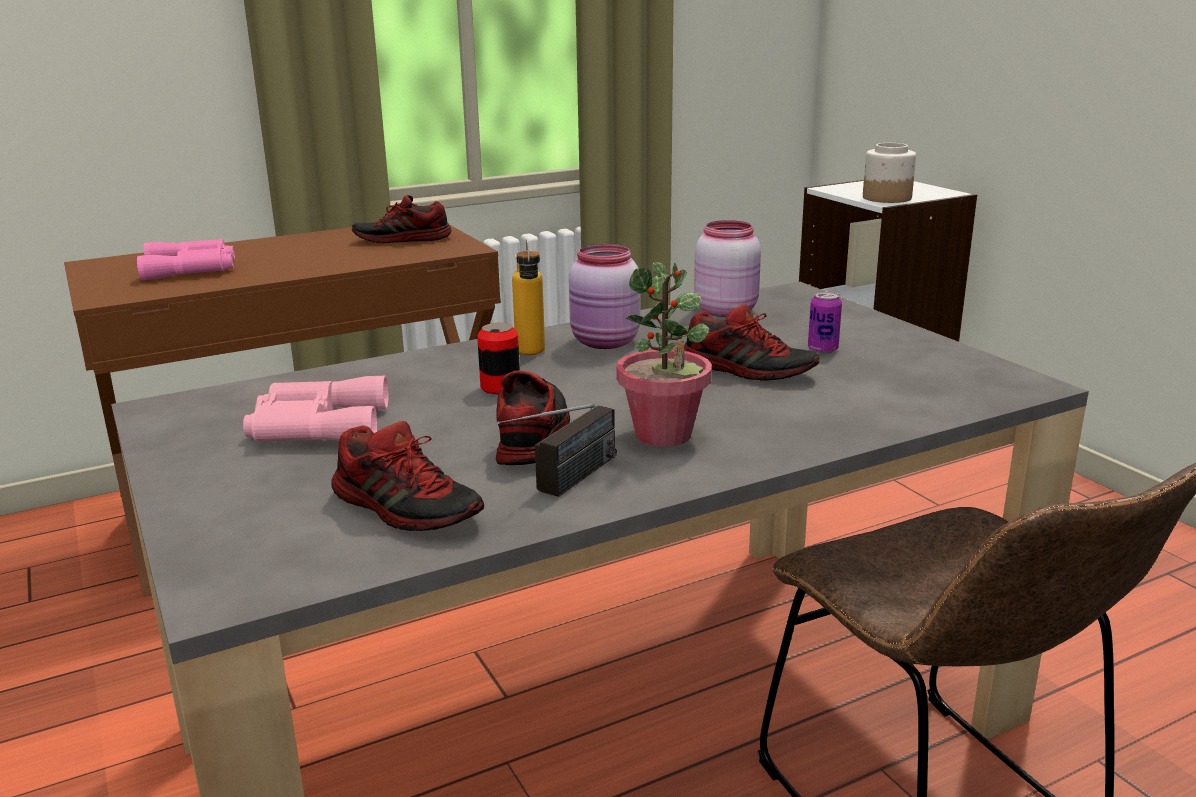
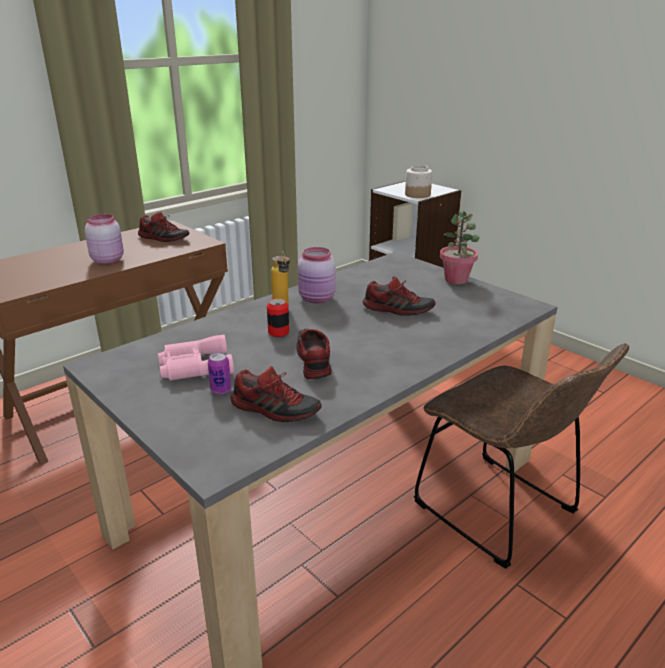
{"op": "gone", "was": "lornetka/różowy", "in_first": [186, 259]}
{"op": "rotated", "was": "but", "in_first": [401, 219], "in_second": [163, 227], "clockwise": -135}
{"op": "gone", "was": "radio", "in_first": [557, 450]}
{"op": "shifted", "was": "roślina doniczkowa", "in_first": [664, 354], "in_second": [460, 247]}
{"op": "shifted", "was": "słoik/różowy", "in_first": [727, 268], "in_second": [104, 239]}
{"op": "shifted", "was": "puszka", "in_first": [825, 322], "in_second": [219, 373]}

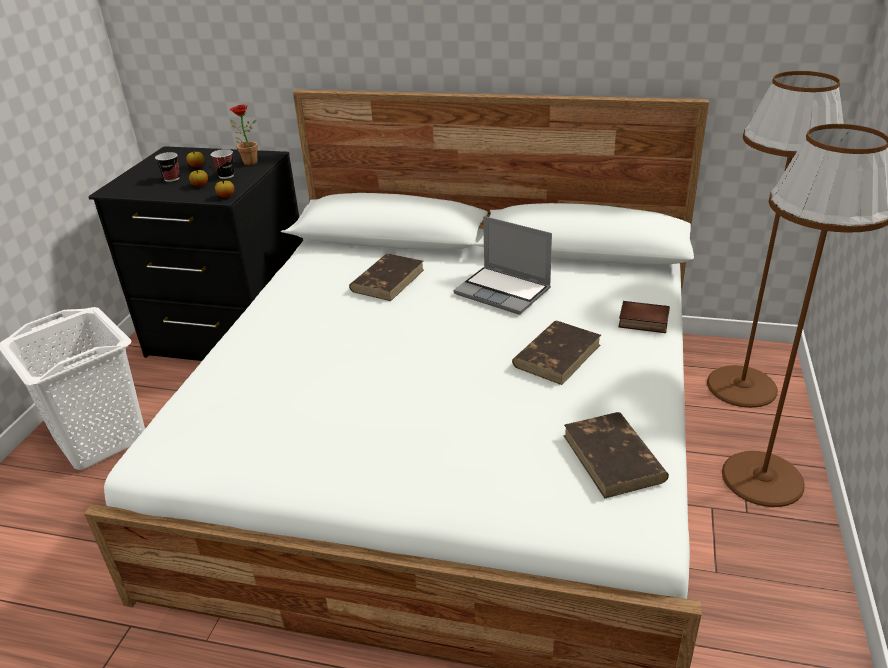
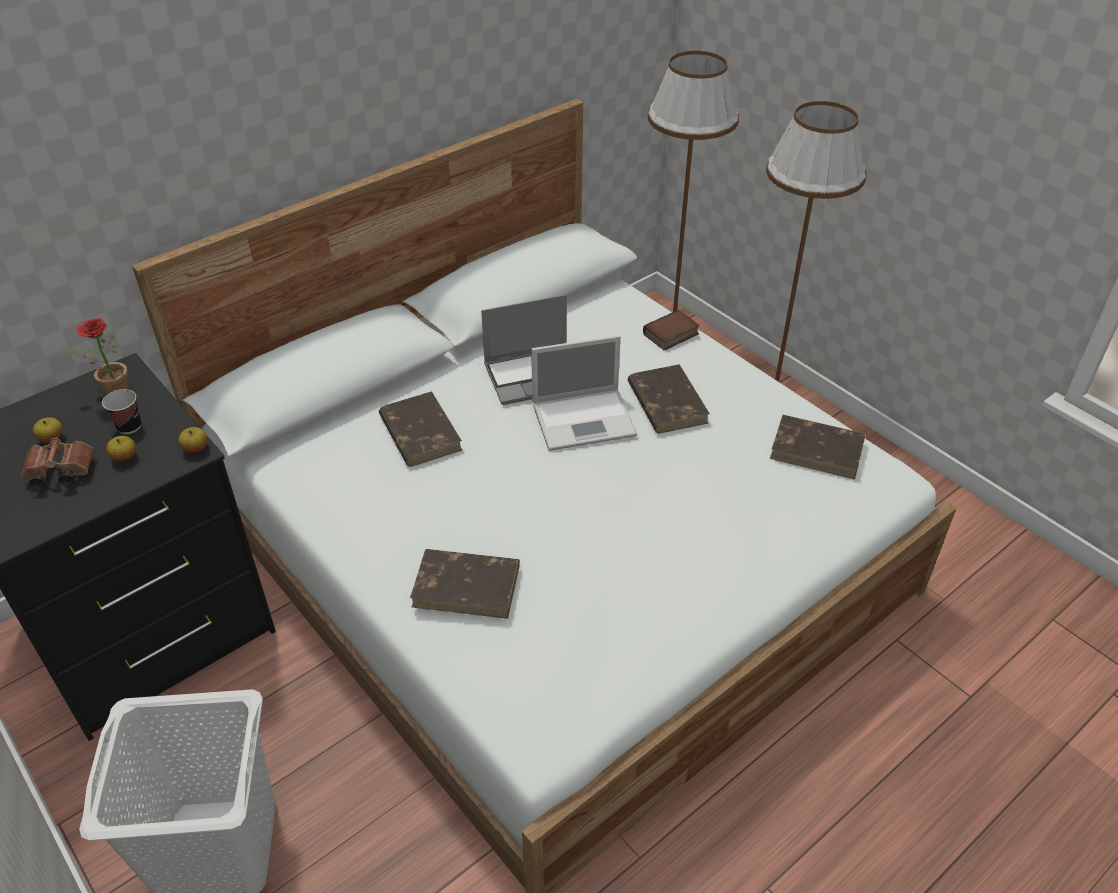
{"op": "swapped", "was": "filiżanka", "now": "lornetka/brązowy", "in_first": [167, 167], "in_second": [57, 463]}
{"op": "new", "now": "książka/brązowy", "in_second": [465, 584]}
{"op": "new", "now": "laptop", "in_second": [584, 393]}

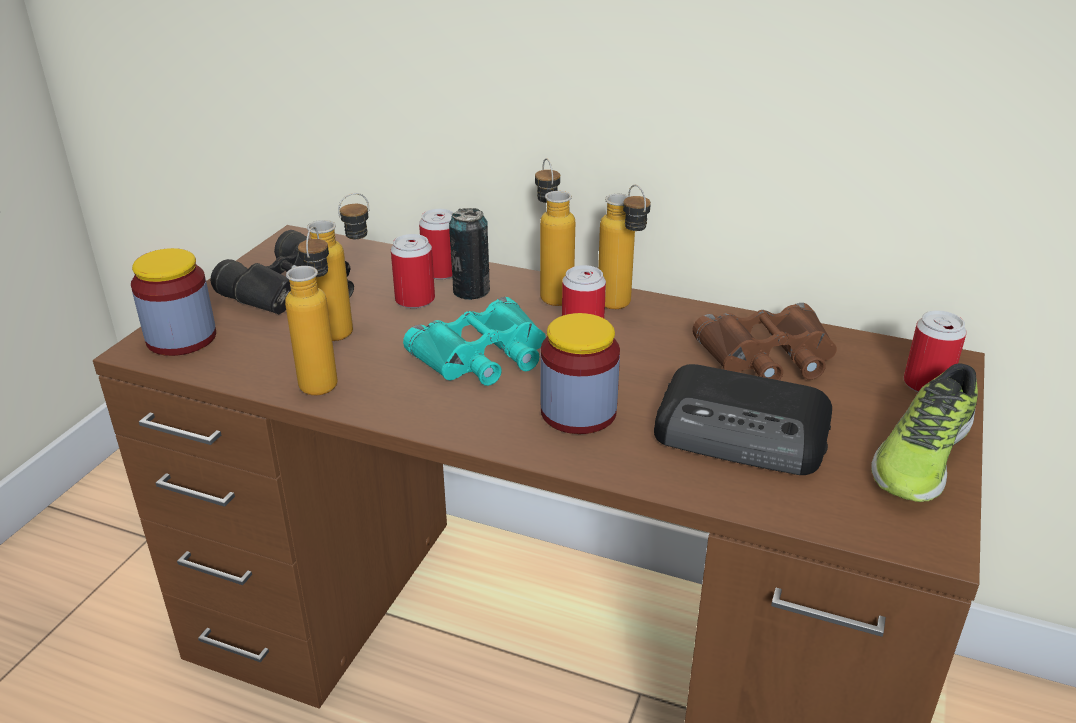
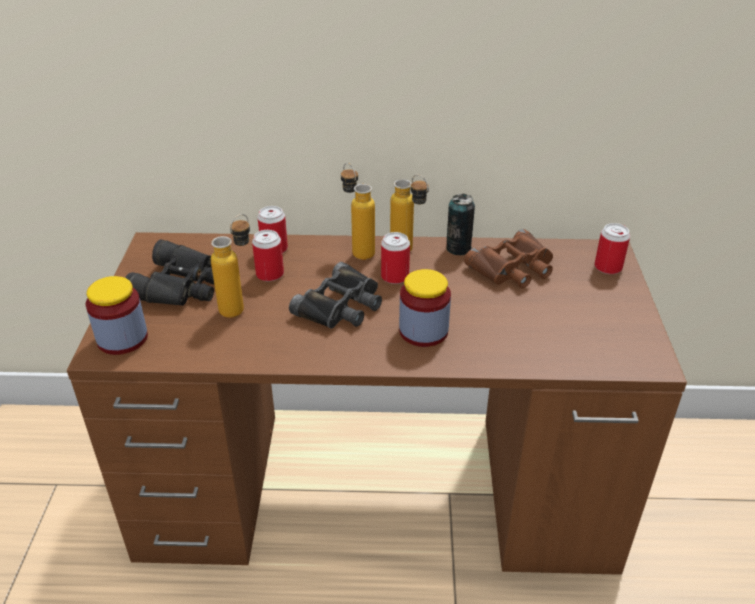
{"op": "gone", "was": "butelka", "in_first": [311, 311]}
{"op": "repainted", "was": "lornetka/turkusowy", "now": "lornetka/czarny", "in_first": [474, 341], "in_second": [335, 295]}
{"op": "shifted", "was": "puszka", "in_first": [469, 254], "in_second": [460, 224]}
{"op": "gone", "was": "radio", "in_first": [743, 419]}
{"op": "gone", "was": "but", "in_first": [924, 433]}

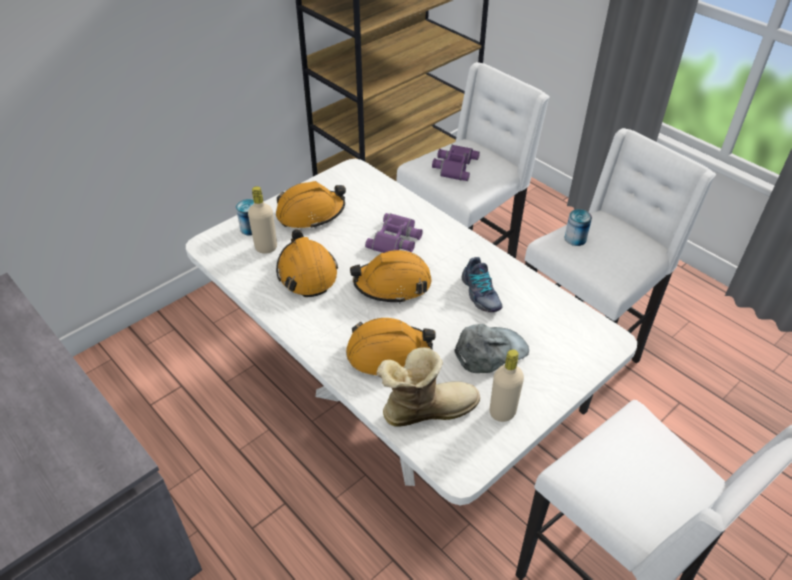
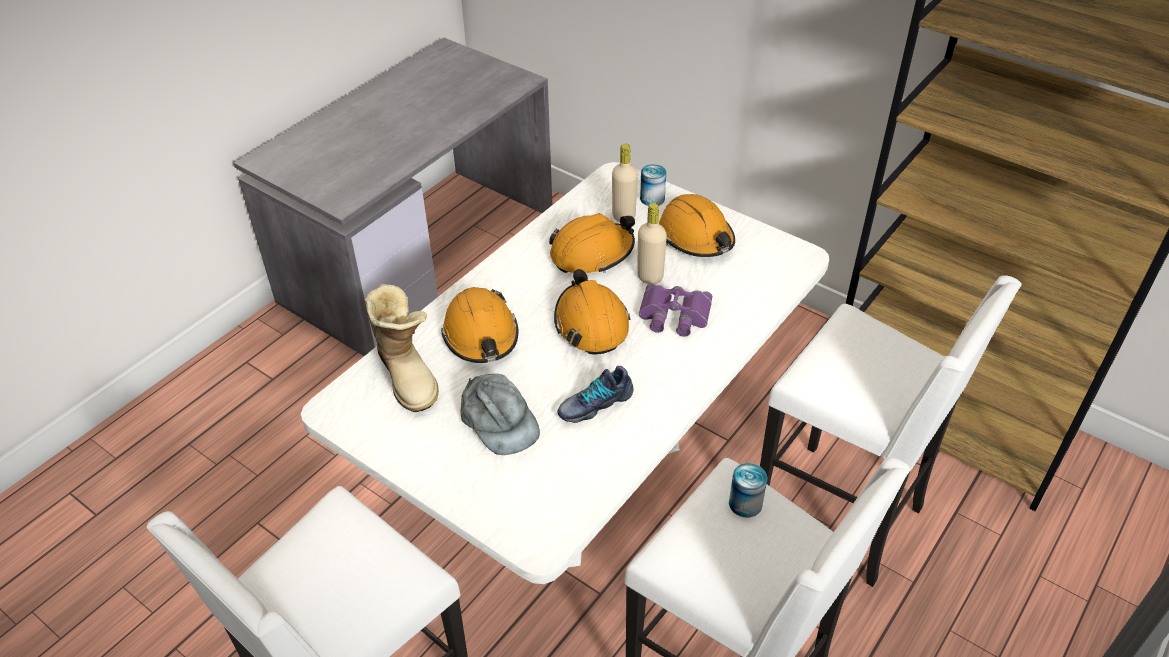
{"op": "gone", "was": "lornetka/fioletowy", "in_first": [456, 163]}
{"op": "shifted", "was": "butelka/beżowy", "in_first": [507, 385], "in_second": [652, 243]}

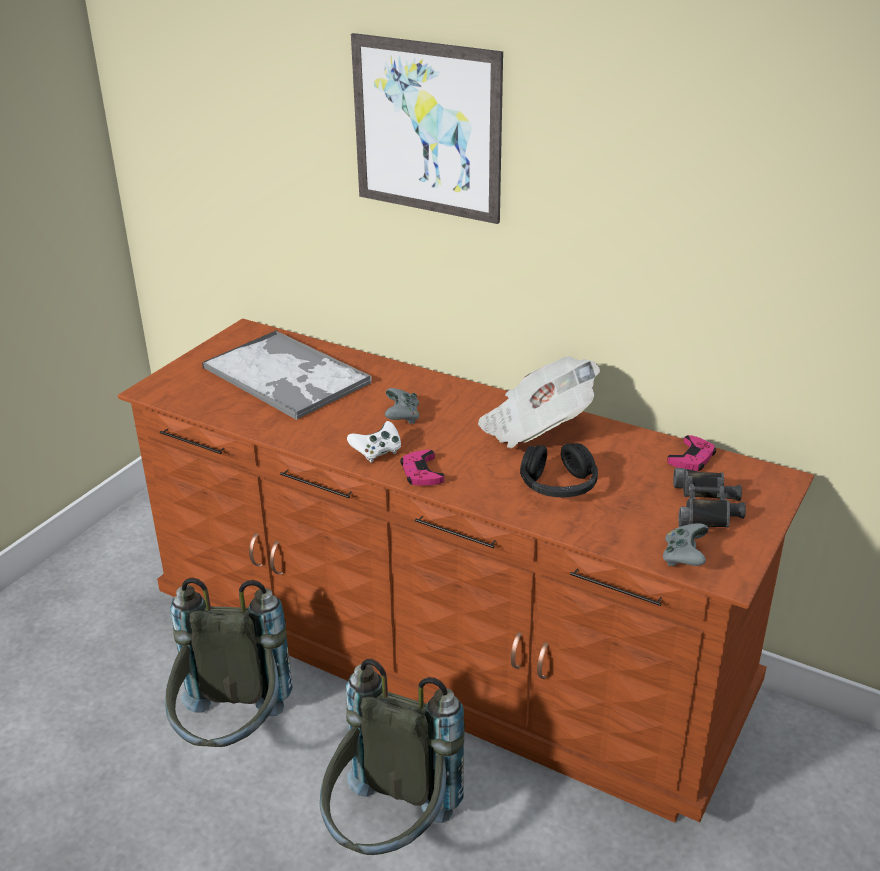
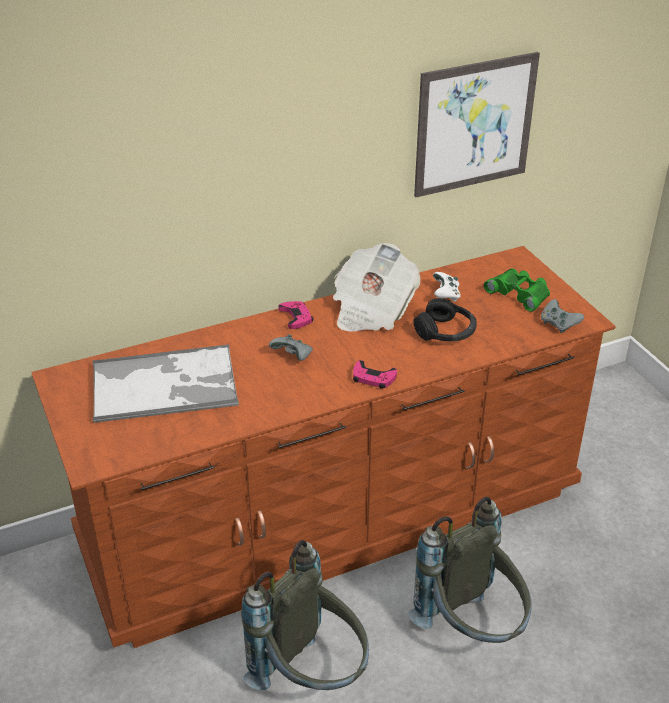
{"op": "shifted", "was": "pad do gier/biały", "in_first": [374, 442], "in_second": [446, 287]}
{"op": "shifted", "was": "obraz", "in_first": [427, 128], "in_second": [477, 124]}
{"op": "shifted", "was": "pad do gier/różowy", "in_first": [691, 453], "in_second": [296, 315]}
{"op": "repainted", "was": "lornetka/czarny", "now": "lornetka/zielony", "in_first": [709, 498], "in_second": [517, 290]}

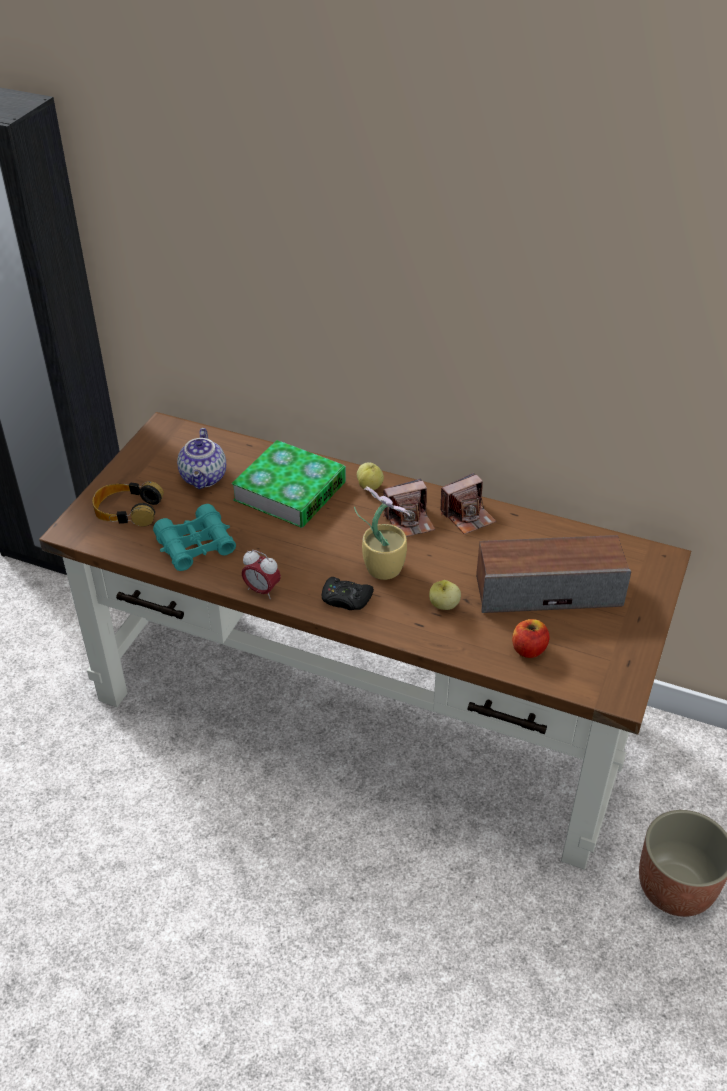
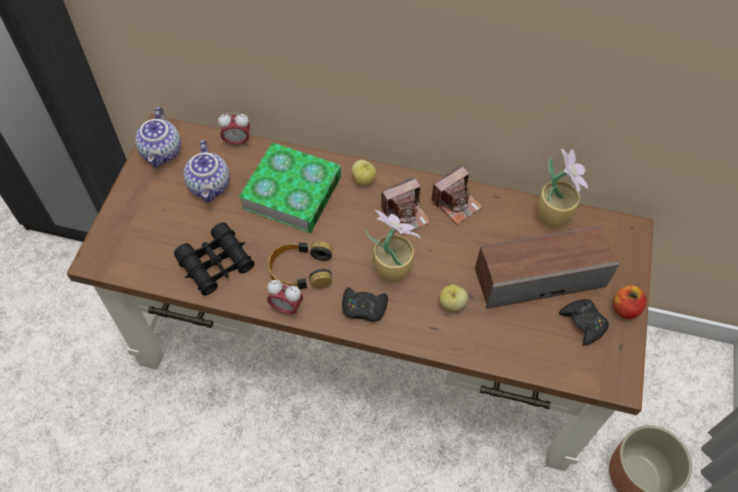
{"op": "shifted", "was": "słuchawki", "in_first": [128, 504], "in_second": [300, 265]}
{"op": "repainted", "was": "lornetka/turkusowy", "now": "lornetka/czarny", "in_first": [194, 537], "in_second": [214, 259]}
{"op": "shifted", "was": "jabłko", "in_first": [531, 638], "in_second": [630, 302]}
{"op": "new", "now": "imbryk", "in_second": [158, 137]}
{"op": "new", "now": "budzik", "in_second": [234, 129]}
{"op": "new", "now": "roślina doniczkowa", "in_second": [563, 188]}
{"op": "new", "now": "pad do gier/czarny", "in_second": [584, 322]}

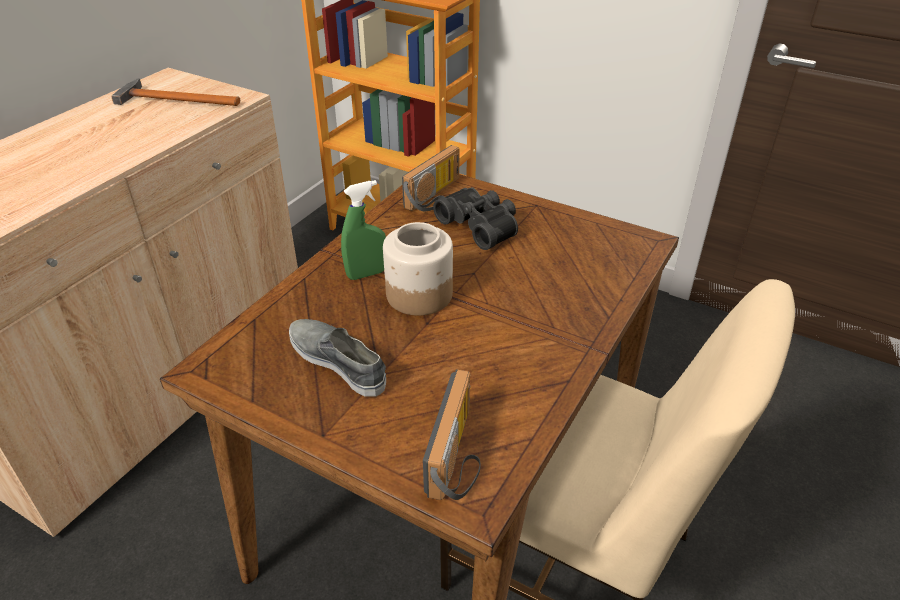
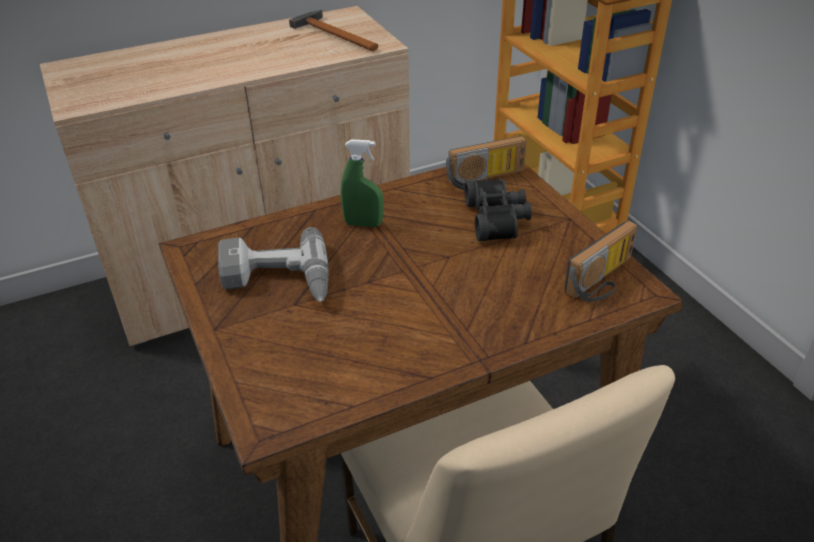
{"op": "swapped", "was": "but/szary", "now": "wiertarka", "in_first": [337, 358], "in_second": [273, 264]}
{"op": "gone", "was": "słoik", "in_first": [418, 269]}
{"op": "shifted", "was": "radio", "in_first": [452, 434], "in_second": [600, 261]}

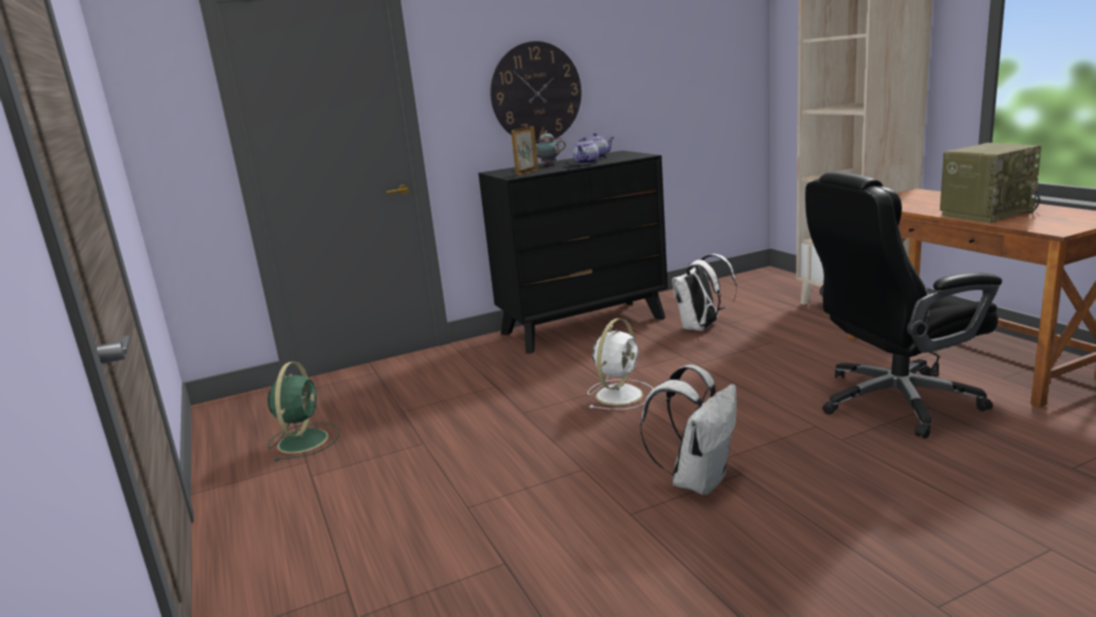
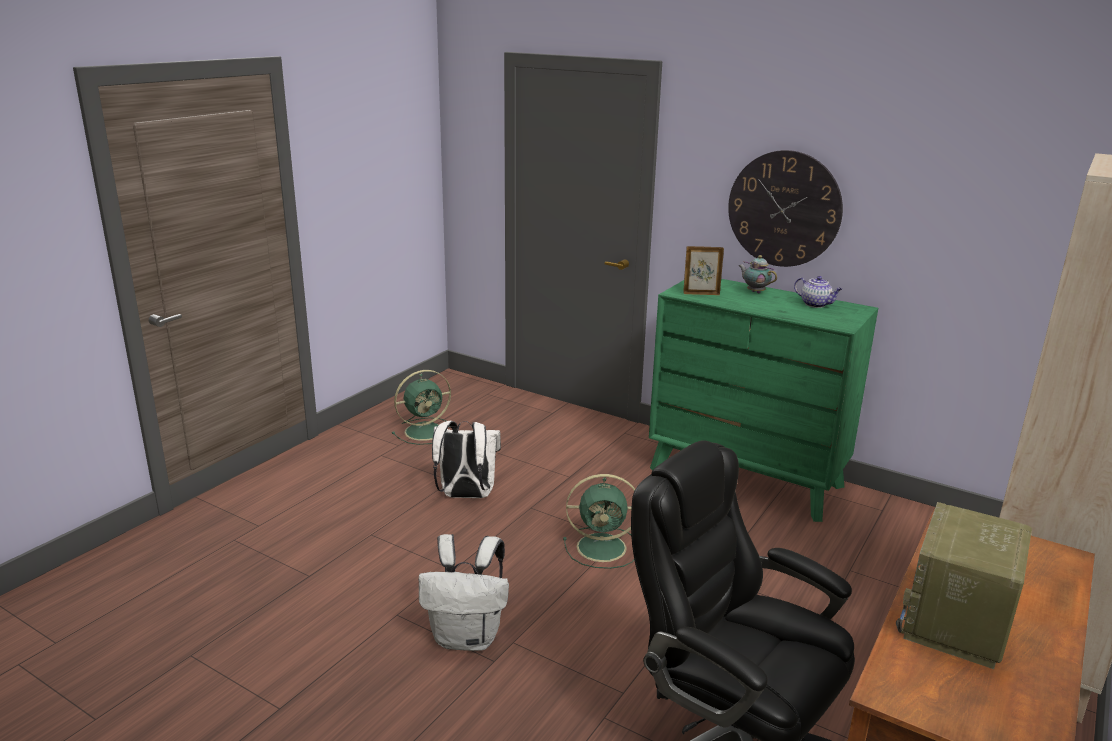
{"op": "repainted", "was": "komoda/czarny", "now": "komoda/zielony", "in_first": [573, 252], "in_second": [763, 400]}
{"op": "gone", "was": "imbryk", "in_first": [586, 150]}
{"op": "repainted", "was": "wentylator/biały", "now": "wentylator/zielony", "in_first": [620, 364], "in_second": [599, 521]}
{"op": "shifted", "was": "plecak/biały", "in_first": [704, 292], "in_second": [466, 459]}
{"op": "rotated", "was": "radio", "in_first": [990, 183], "in_second": [964, 585], "clockwise": 90}

